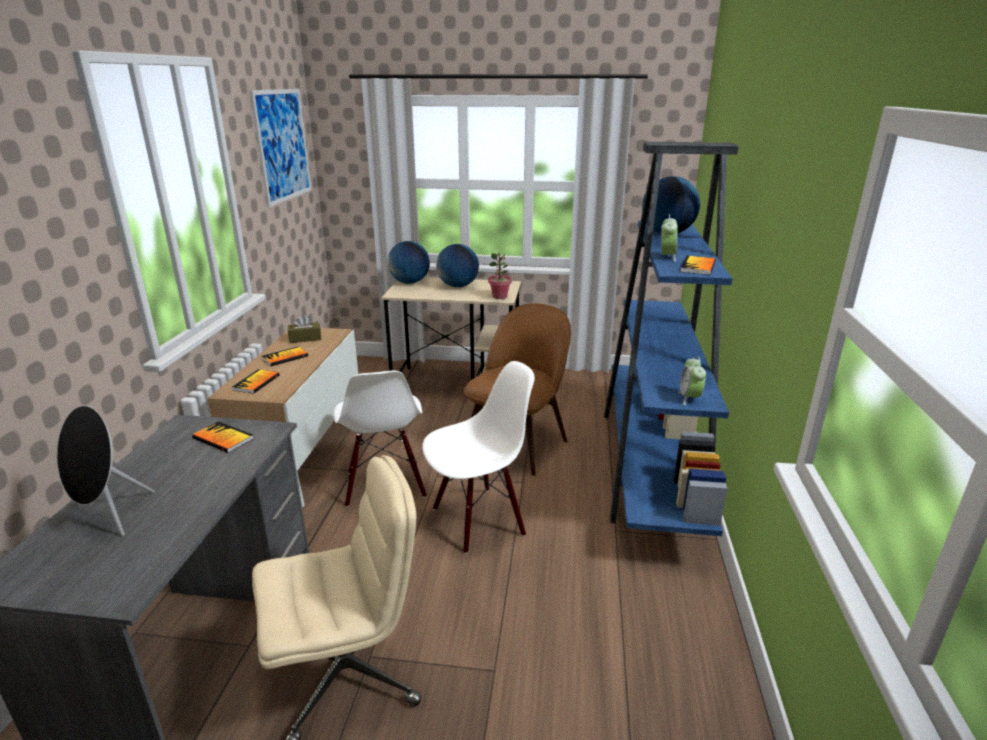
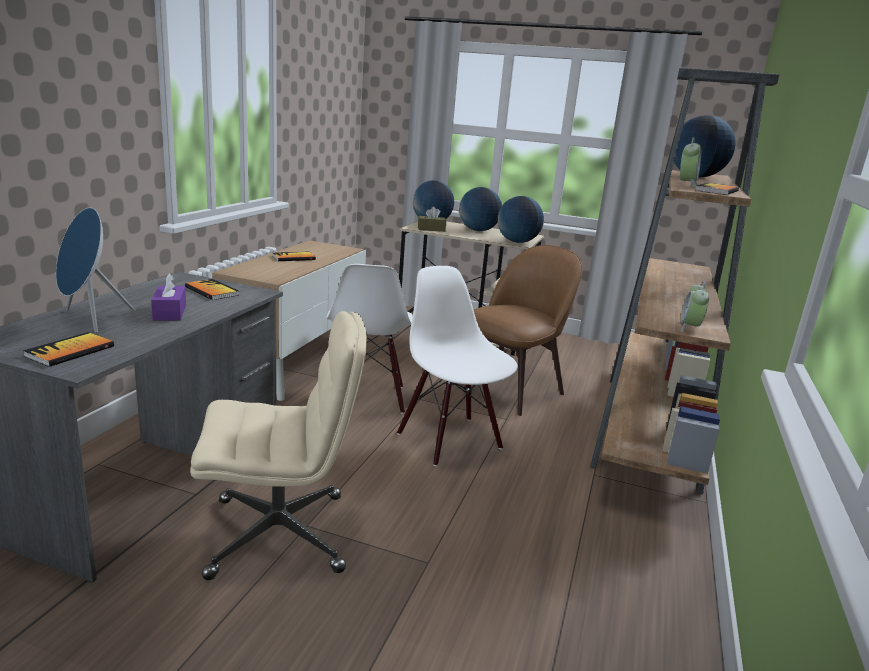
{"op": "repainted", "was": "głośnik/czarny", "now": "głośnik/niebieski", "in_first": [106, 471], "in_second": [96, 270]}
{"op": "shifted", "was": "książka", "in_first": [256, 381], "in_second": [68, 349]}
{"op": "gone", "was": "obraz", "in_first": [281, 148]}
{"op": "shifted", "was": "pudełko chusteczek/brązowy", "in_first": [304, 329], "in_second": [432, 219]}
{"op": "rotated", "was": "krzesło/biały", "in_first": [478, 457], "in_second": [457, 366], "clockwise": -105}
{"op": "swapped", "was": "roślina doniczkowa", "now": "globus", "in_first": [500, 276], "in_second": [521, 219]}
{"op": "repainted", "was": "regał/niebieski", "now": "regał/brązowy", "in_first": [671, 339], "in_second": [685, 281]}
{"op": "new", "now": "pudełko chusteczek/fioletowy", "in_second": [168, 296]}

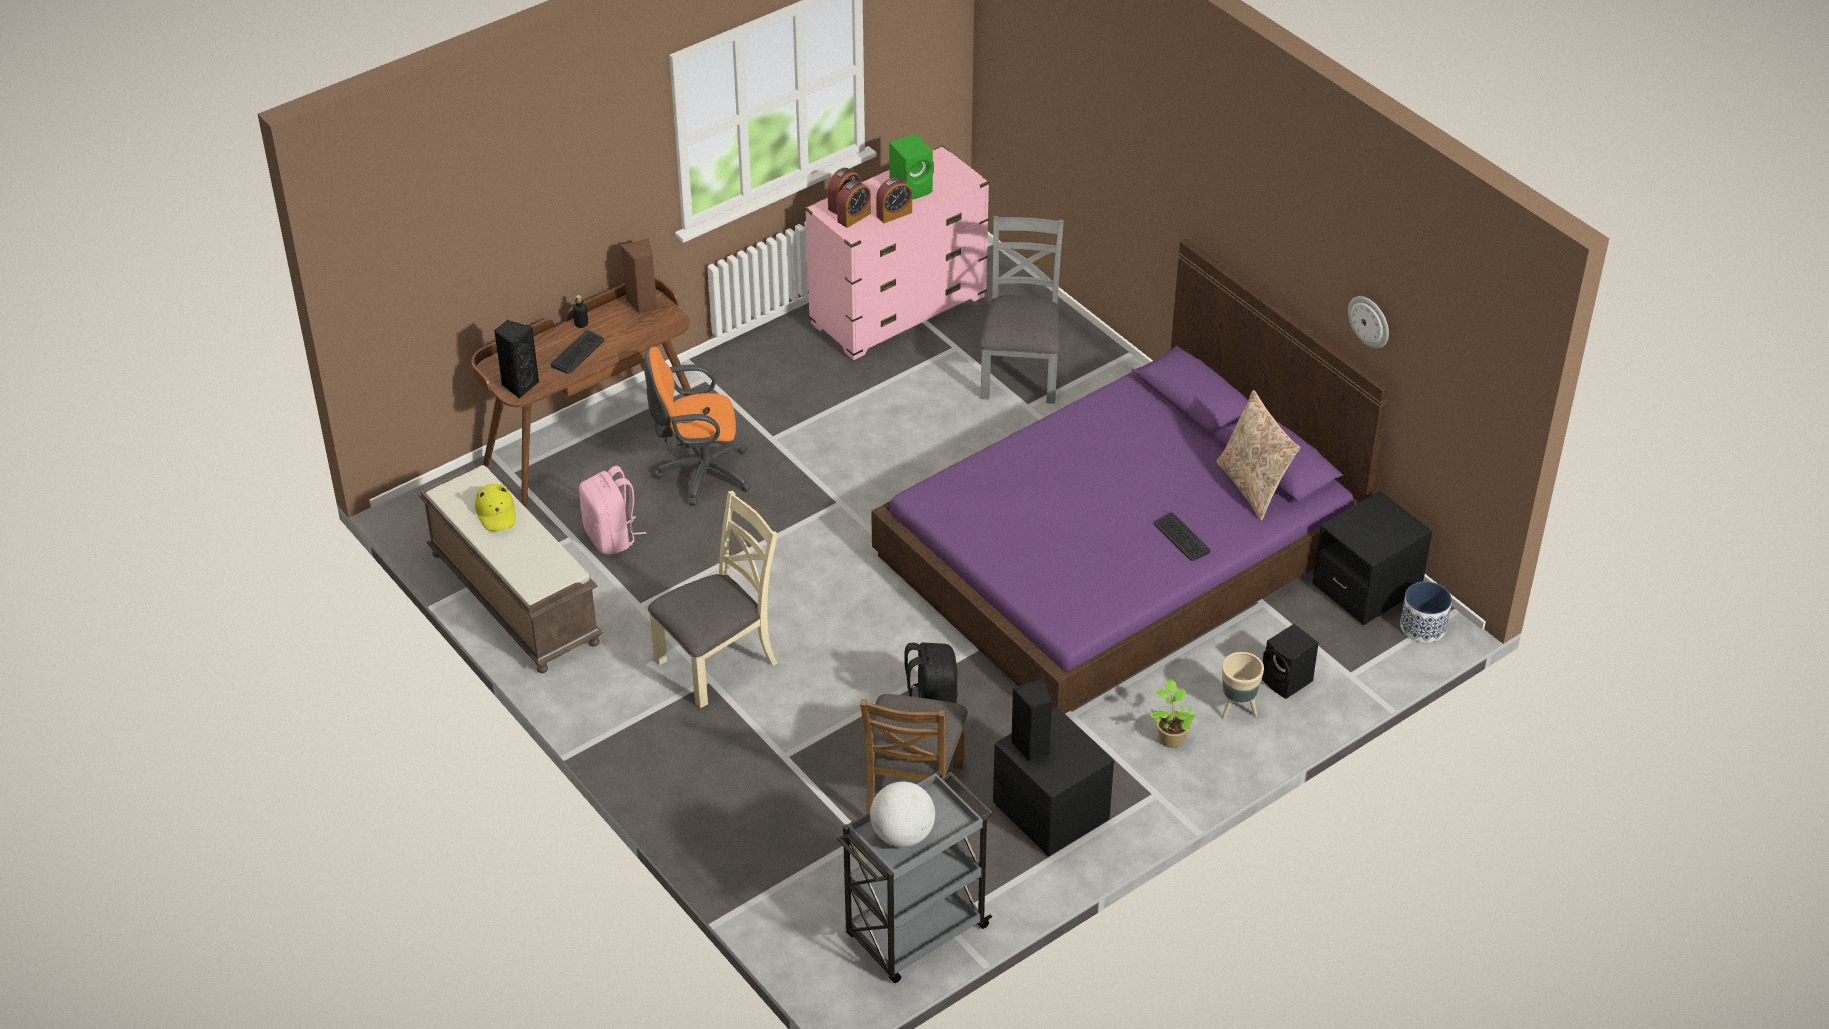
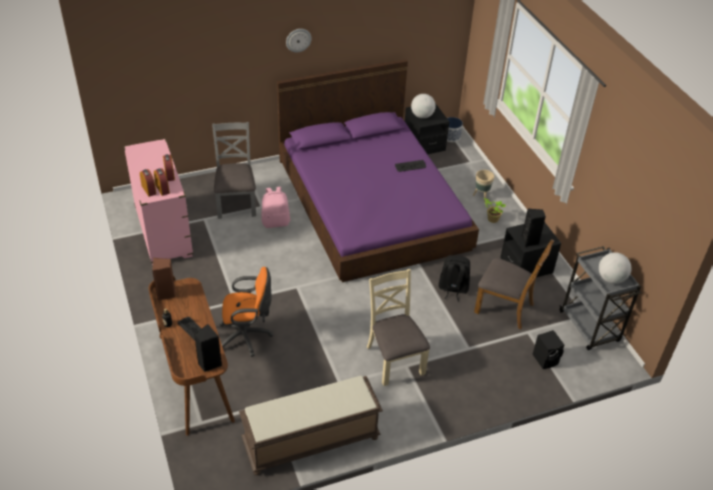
{"op": "gone", "was": "kapelusz/żółty", "in_first": [495, 507]}
{"op": "shifted", "was": "plecak/różowy", "in_first": [612, 510], "in_second": [275, 207]}
{"op": "rotated", "was": "krzesło biurowe/pomarańczowy", "in_first": [697, 426], "in_second": [246, 312], "clockwise": -105}
{"op": "gone", "was": "głośnik/zielony", "in_first": [911, 167]}
{"op": "rotated", "was": "krzesło/szary", "in_first": [1022, 310], "in_second": [234, 170], "clockwise": 60}
{"op": "gone", "was": "poduszka/beżowy", "in_first": [1258, 455]}
{"op": "shifted", "was": "głośnik/czarny", "in_first": [1290, 661], "in_second": [548, 349]}
{"op": "shifted", "was": "zegar ścienny", "in_first": [1368, 322], "in_second": [298, 40]}
{"op": "new", "now": "globus", "in_second": [423, 106]}

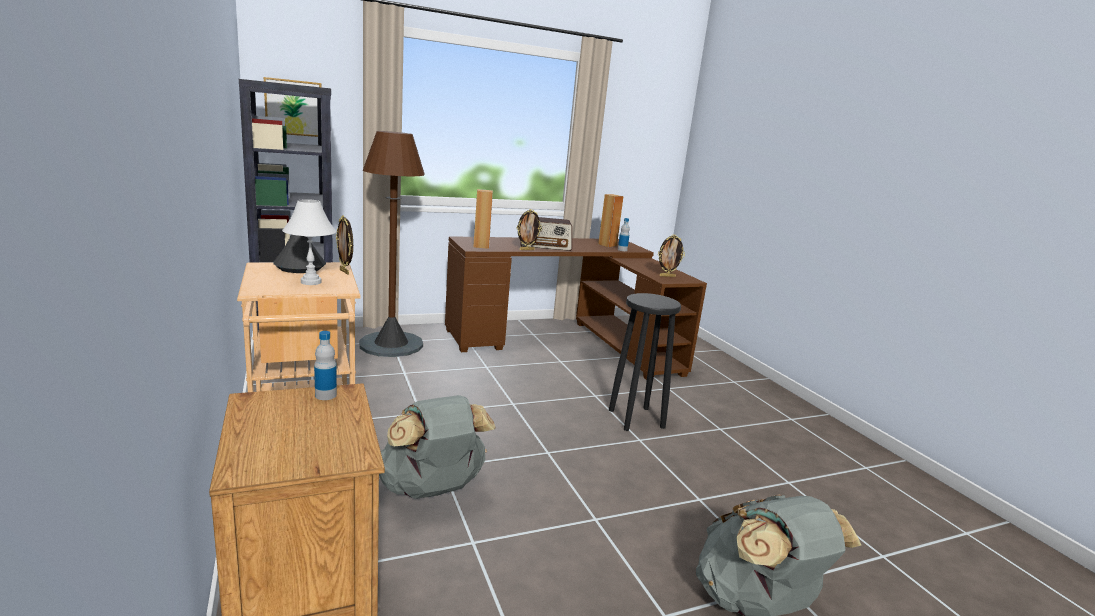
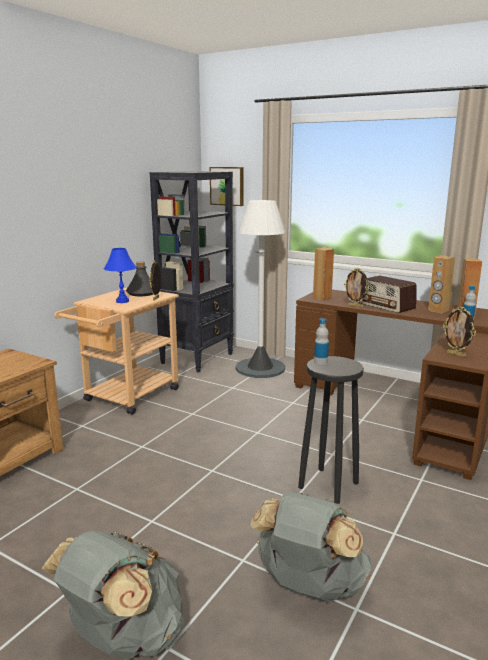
{"op": "repainted", "was": "lampa stołowa/biały", "now": "lampa stołowa/niebieski", "in_first": [309, 242], "in_second": [120, 275]}
{"op": "shifted", "was": "butelka", "in_first": [325, 365], "in_second": [321, 341]}
{"op": "repainted", "was": "lampa stojąca/brązowy", "now": "lampa stojąca/biały", "in_first": [392, 244], "in_second": [261, 289]}
{"op": "shifted", "was": "plecak/szary", "in_first": [437, 447], "in_second": [311, 547]}
{"op": "new", "now": "głośnik/brązowy", "in_second": [441, 284]}

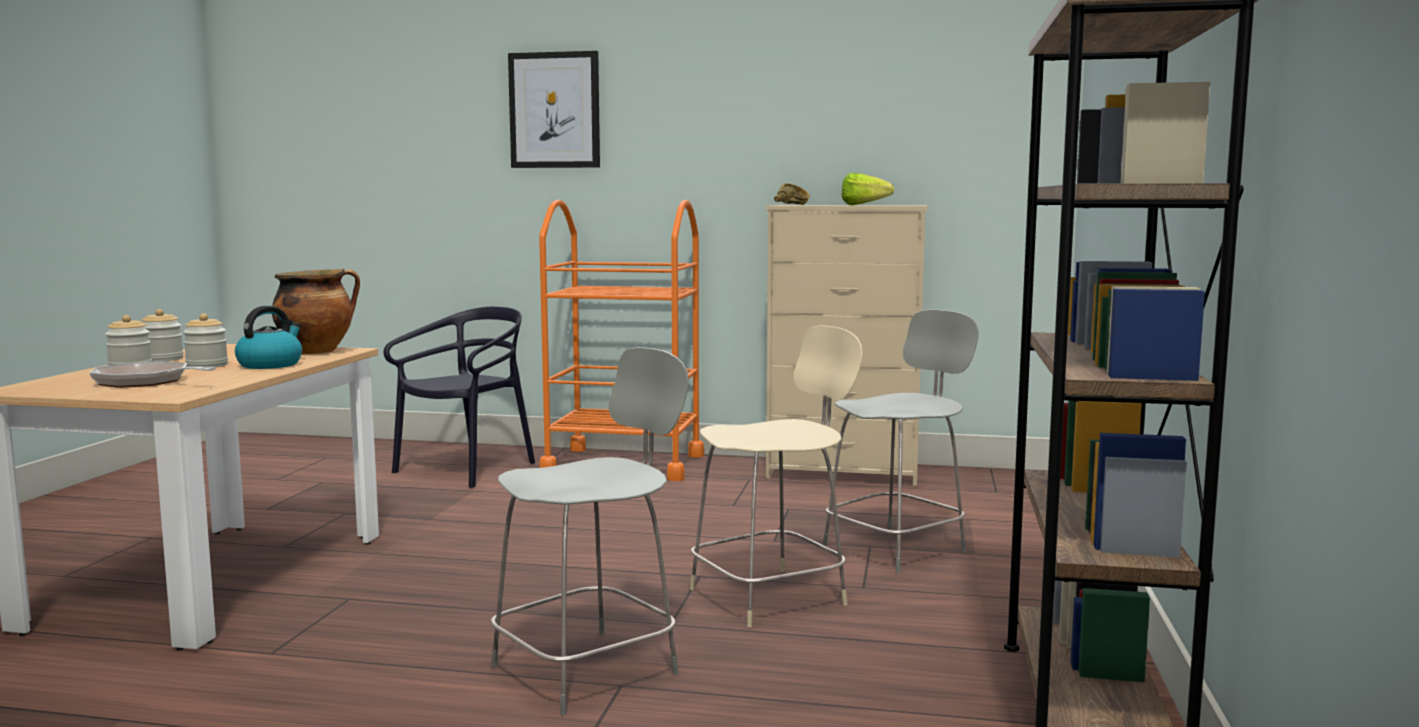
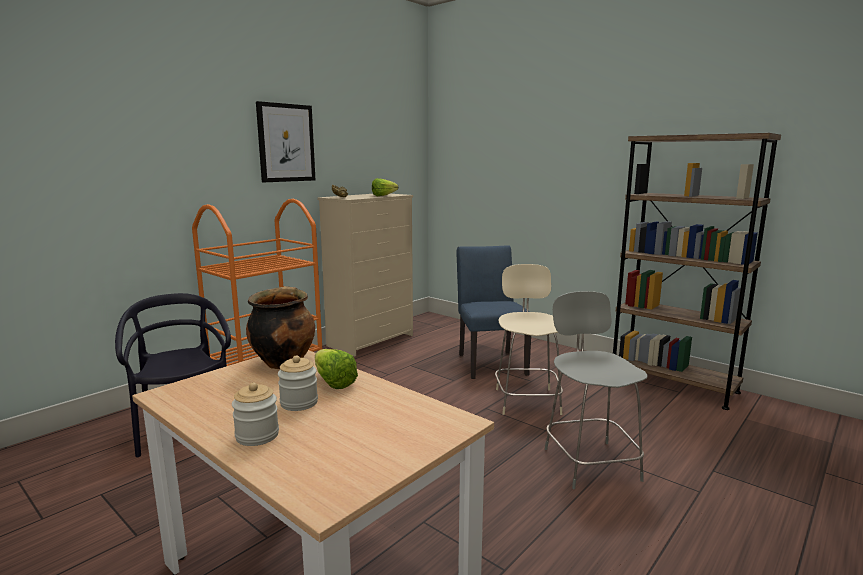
{"op": "gone", "was": "patelnia", "in_first": [153, 374]}
{"op": "gone", "was": "słoik", "in_first": [163, 335]}
{"op": "swapped", "was": "czajnik", "now": "sałata", "in_first": [268, 337], "in_second": [336, 369]}
{"op": "shifted", "was": "obraz", "in_first": [554, 109], "in_second": [285, 141]}
{"op": "swapped", "was": "stołek/szary", "now": "krzesło/niebieski", "in_first": [901, 441], "in_second": [494, 312]}

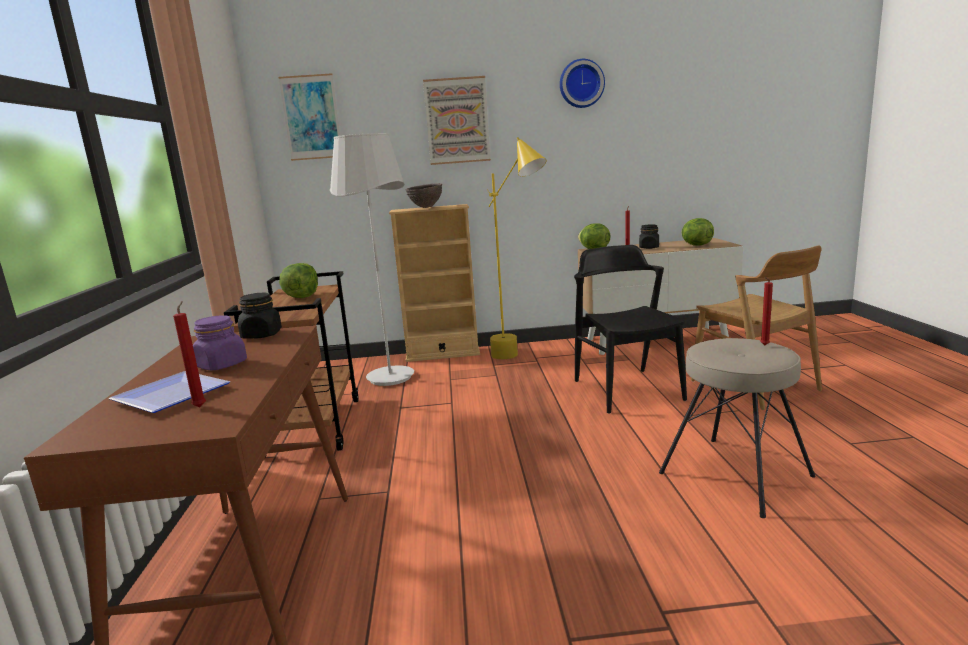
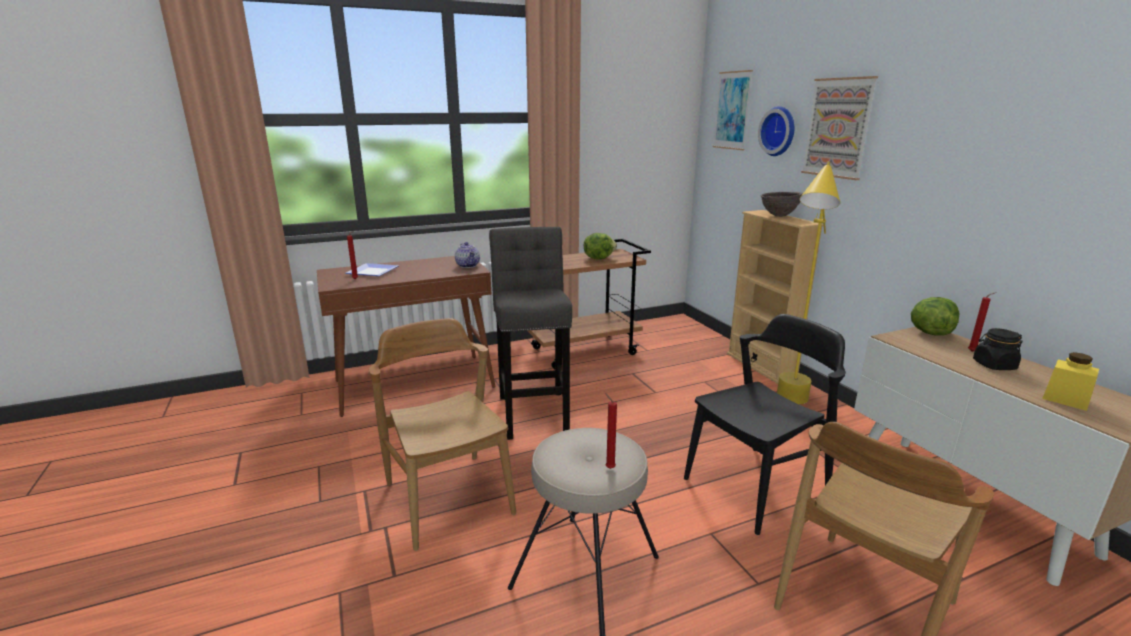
{"op": "gone", "was": "słoik/fioletowy", "in_first": [220, 343]}
{"op": "swapped", "was": "słoik/czarny", "now": "imbryk", "in_first": [260, 316], "in_second": [467, 255]}
{"op": "gone", "was": "lampa stojąca/biały", "in_first": [372, 259]}
{"op": "shifted", "was": "zegar ścienny", "in_first": [582, 83], "in_second": [776, 131]}
{"op": "swapped", "was": "sałata", "now": "słoik/żółty", "in_first": [698, 232], "in_second": [1070, 381]}
{"op": "new", "now": "krzesło/brązowy", "in_second": [442, 434]}
{"op": "new", "now": "stołek/szary", "in_second": [530, 333]}

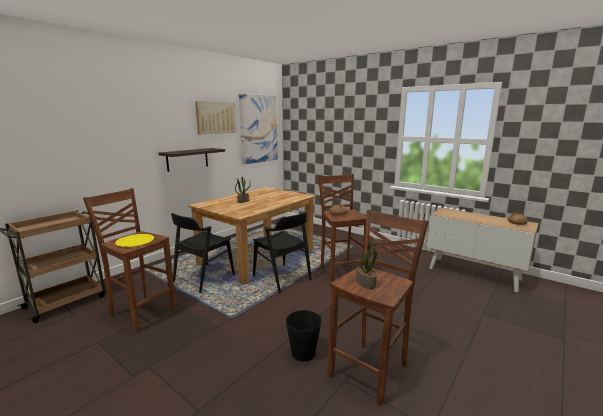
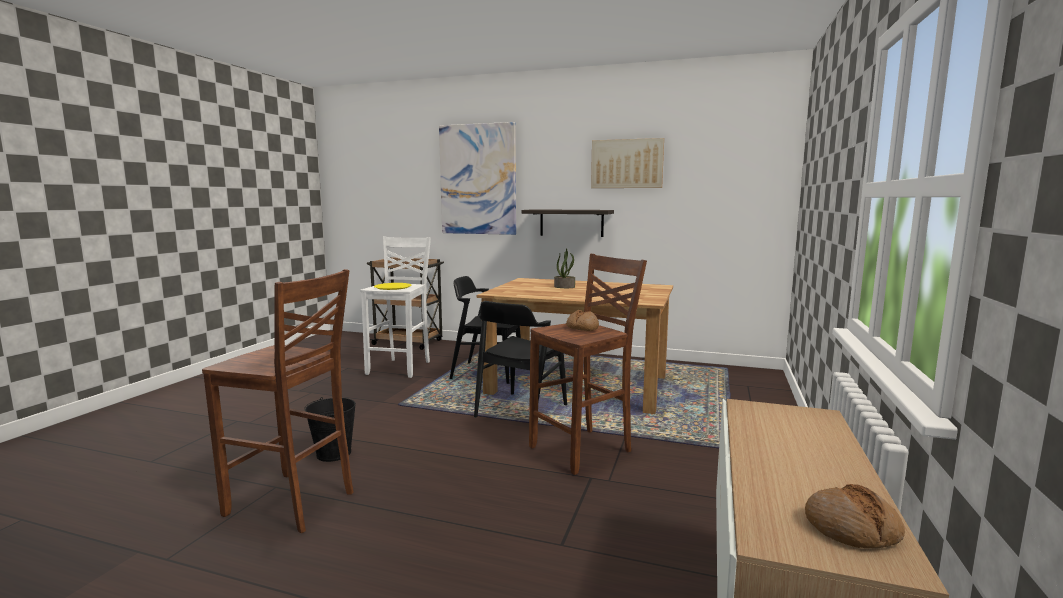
{"op": "repainted", "was": "stołek/brązowy", "now": "stołek/biały", "in_first": [129, 260], "in_second": [395, 307]}
{"op": "shifted", "was": "obraz", "in_first": [258, 129], "in_second": [477, 178]}
{"op": "gone", "was": "roślina doniczkowa", "in_first": [367, 264]}

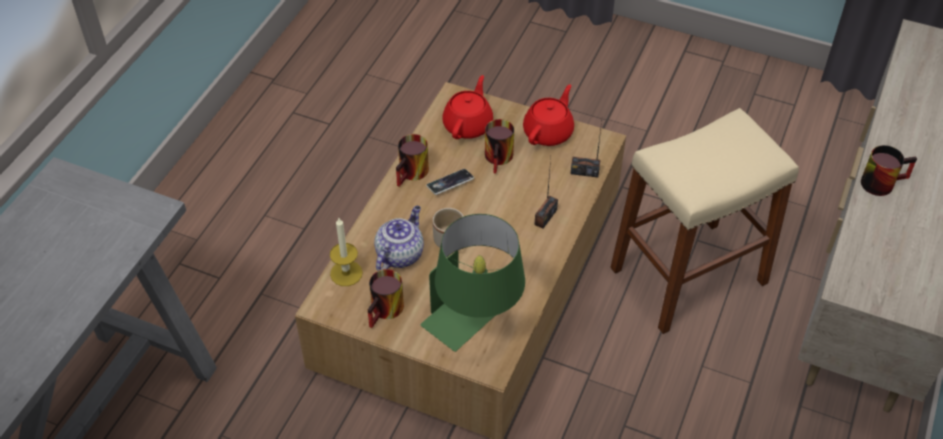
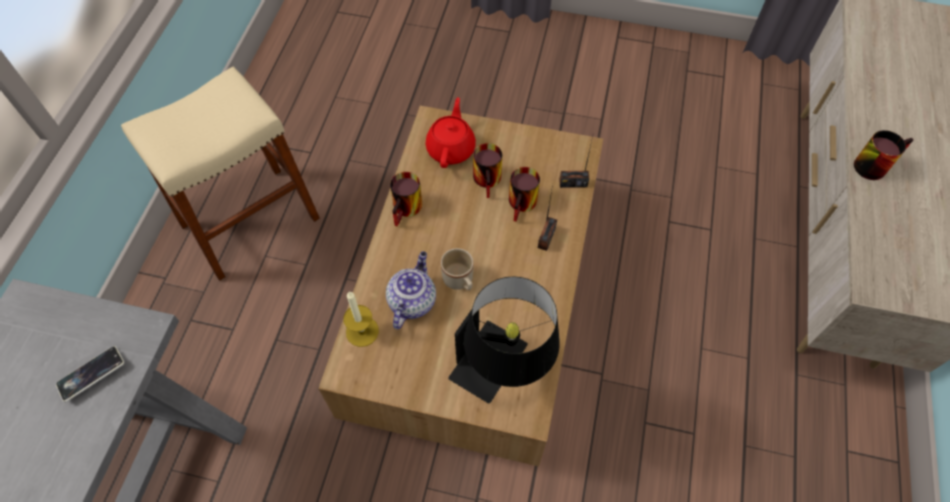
{"op": "shifted", "was": "kubek", "in_first": [386, 298], "in_second": [524, 194]}
{"op": "repainted", "was": "lampa stołowa/zielony", "now": "lampa stołowa/czarny", "in_first": [472, 283], "in_second": [504, 340]}
{"op": "shifted", "was": "telefon", "in_first": [450, 182], "in_second": [90, 374]}
{"op": "gone", "was": "imbryk/czerwony", "in_first": [548, 115]}
{"op": "shifted", "was": "stołek/beżowy", "in_first": [704, 221], "in_second": [220, 174]}

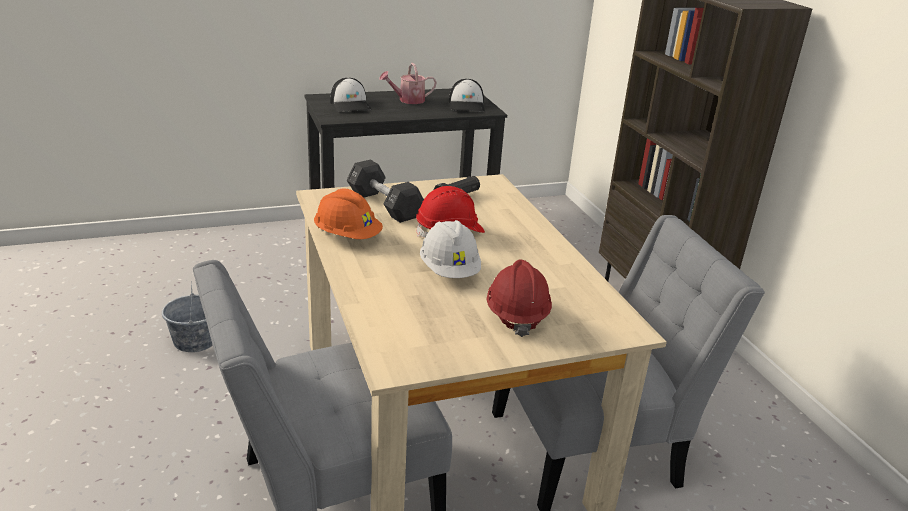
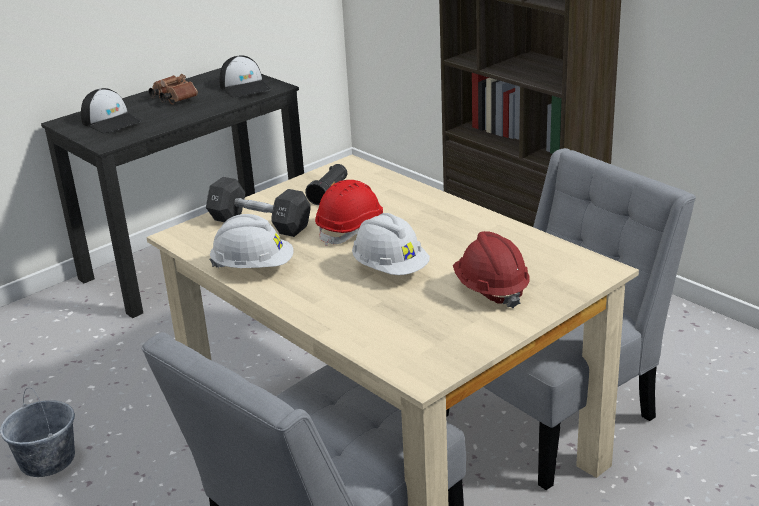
{"op": "repainted", "was": "kask/pomarańczowy", "now": "kask/biały", "in_first": [348, 213], "in_second": [251, 241]}
{"op": "swapped", "was": "konewka", "now": "lornetka/brązowy", "in_first": [407, 83], "in_second": [173, 89]}

